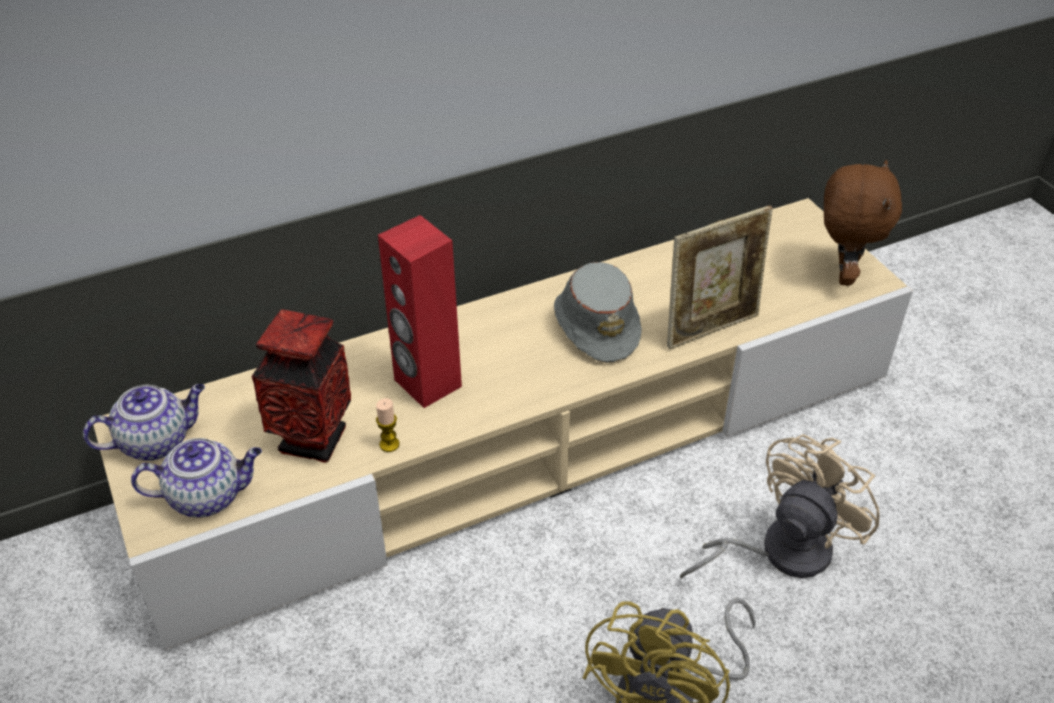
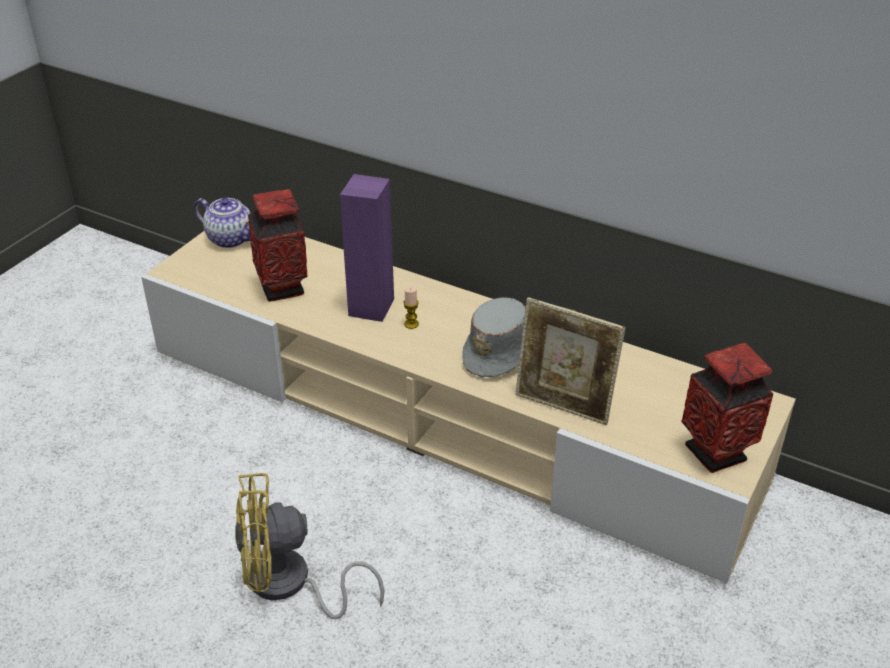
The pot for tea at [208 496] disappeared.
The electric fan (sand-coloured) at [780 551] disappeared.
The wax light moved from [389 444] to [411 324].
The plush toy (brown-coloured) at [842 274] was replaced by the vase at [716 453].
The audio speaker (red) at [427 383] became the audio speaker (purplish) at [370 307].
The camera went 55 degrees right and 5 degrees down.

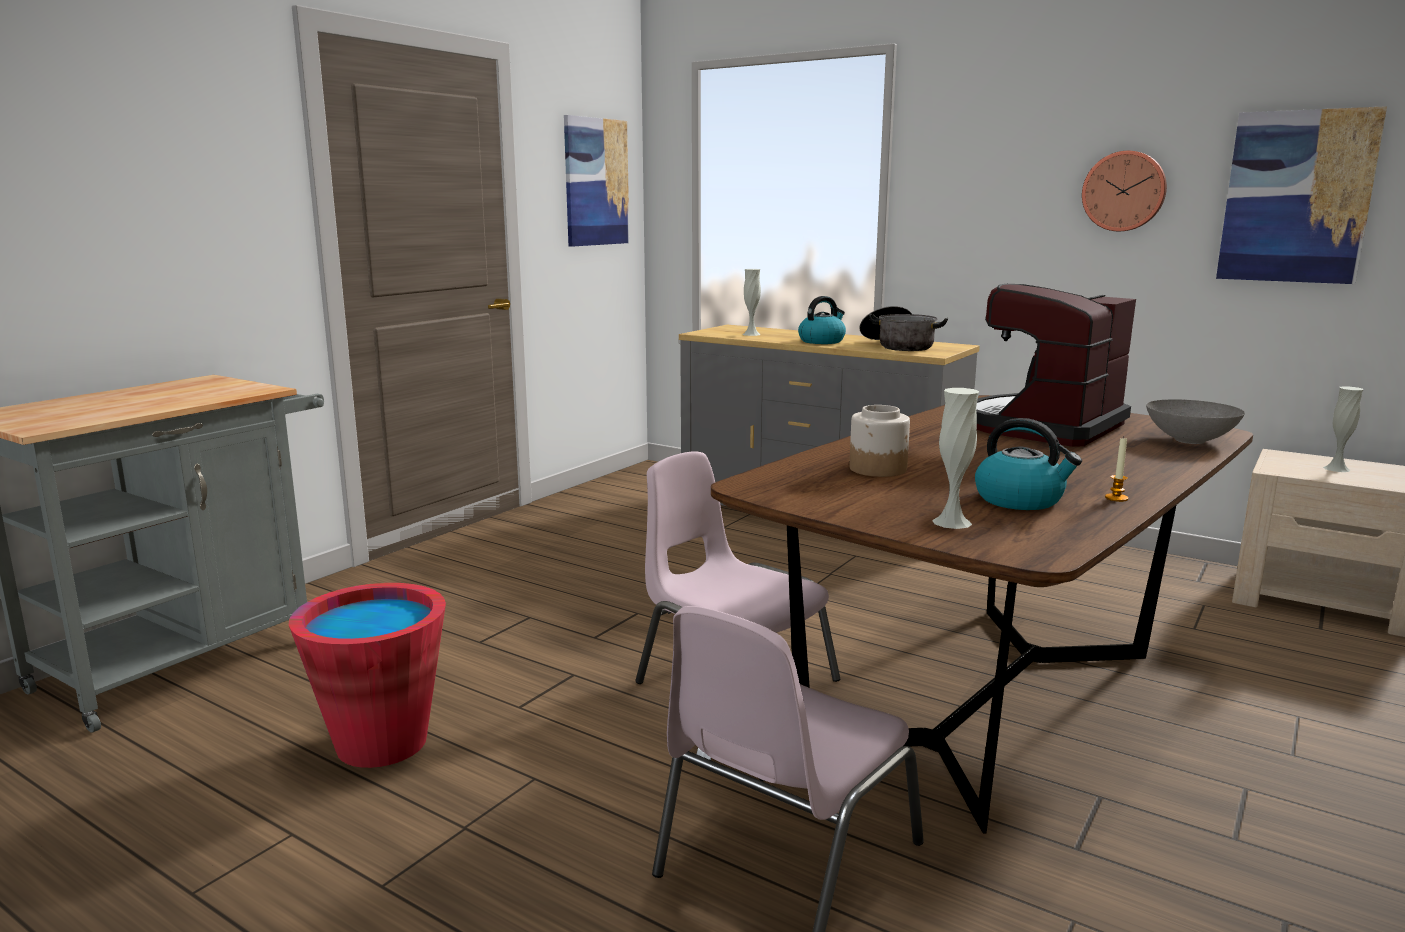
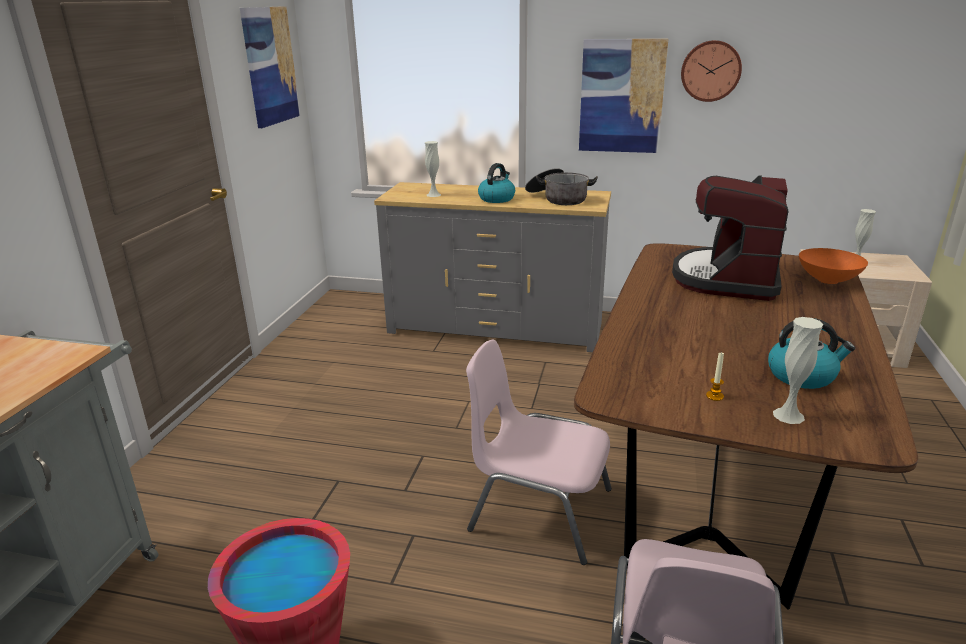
The jar at [878 469] disappeared.
The wax light moved from [1116 498] to [714 396].
The picture moved from [1297 197] to [621 96].
The bowl (greyish) at [1191 441] became the bowl (orange-coloured) at [829 280].
The camera went 20 degrees left and 10 degrees up.

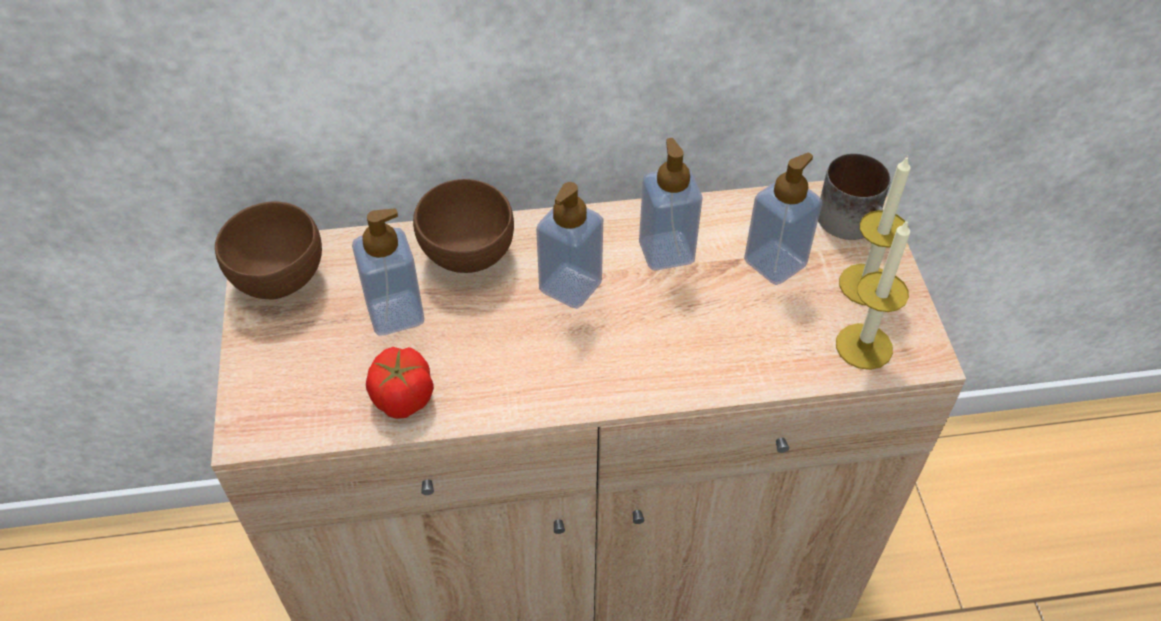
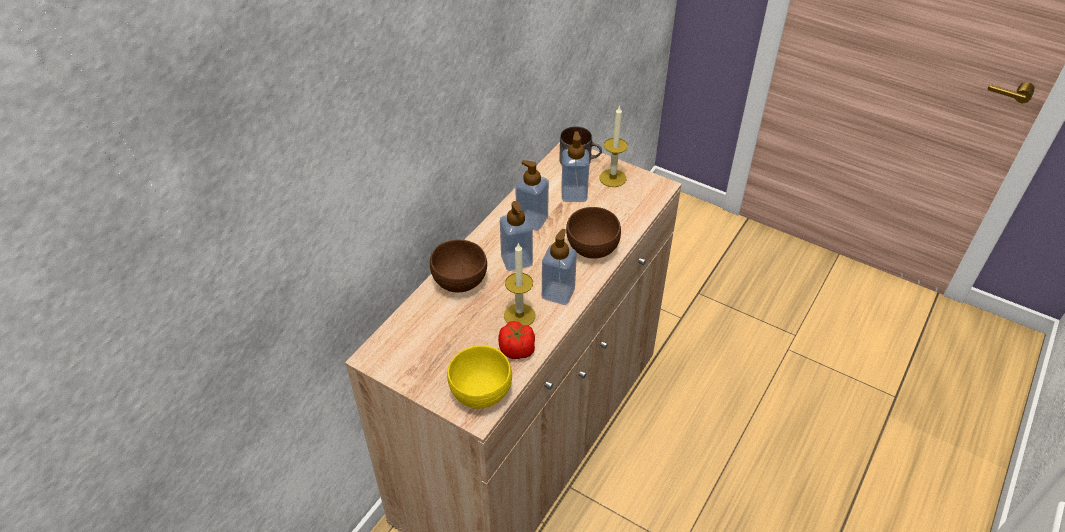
The bowl (yellow) at [482 393] appeared.
The bowl (brown-coloured) moved from [281 278] to [592 248].
The liquid soap bottle moved from [395 314] to [558 293].
The wax light moved from [864 346] to [519 315].
The camera went 50 degrees left and 5 degrees down.

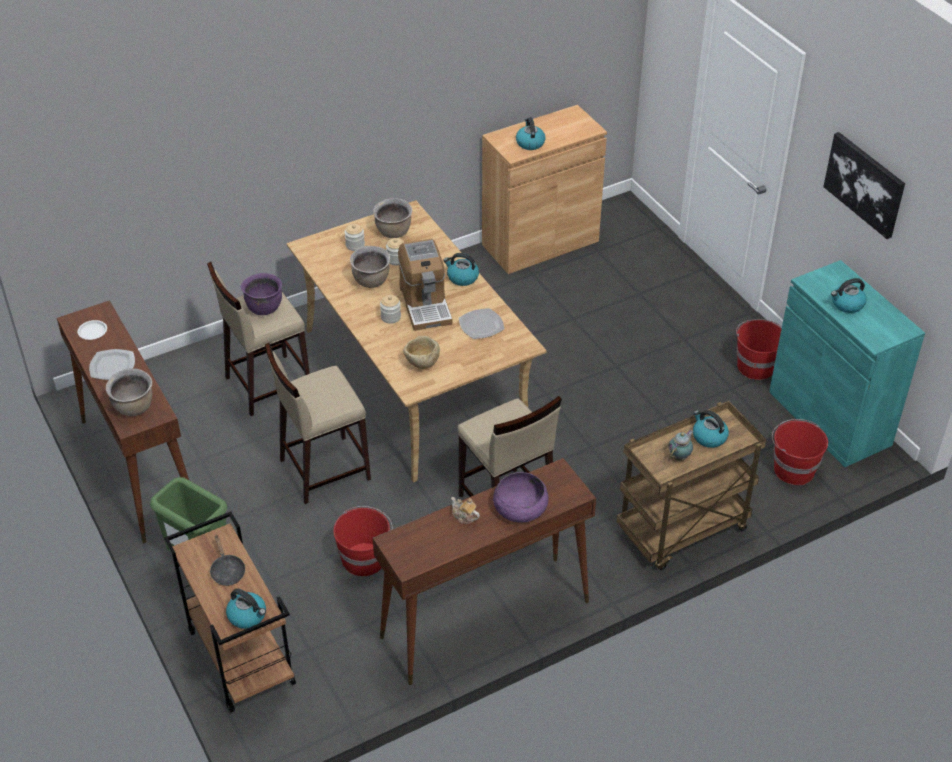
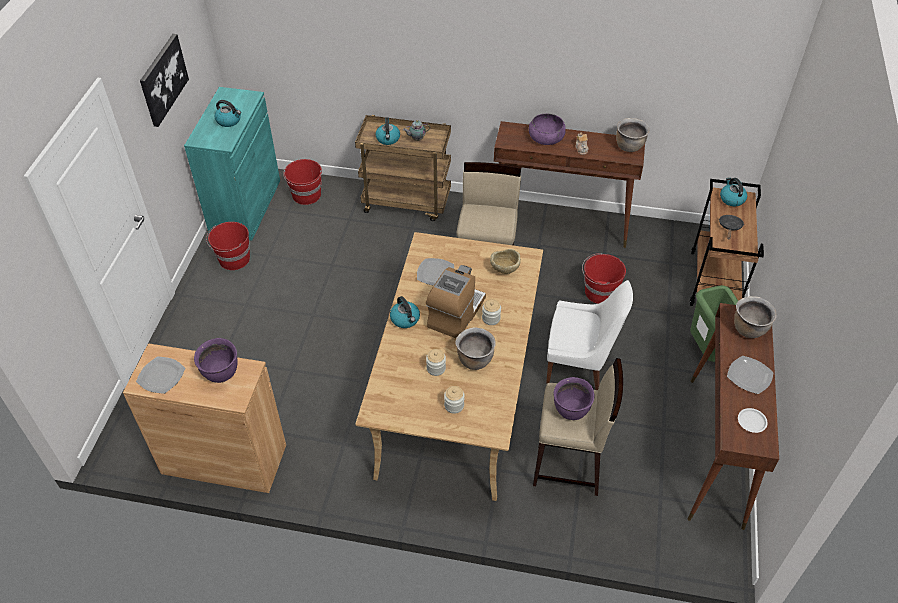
The flat dish at [160 376] appeared.
The cooking pot (brown-coloured) moved from [393 232] to [629 146].
The sitting stool (sand-coloured) at [323 469] was replaced by the plain chair (white) at [579 365].
The kettle at [530 143] was replaced by the cooking pot (purplish) at [221 373].
The camera went 140 degrees left and 5 degrees up.

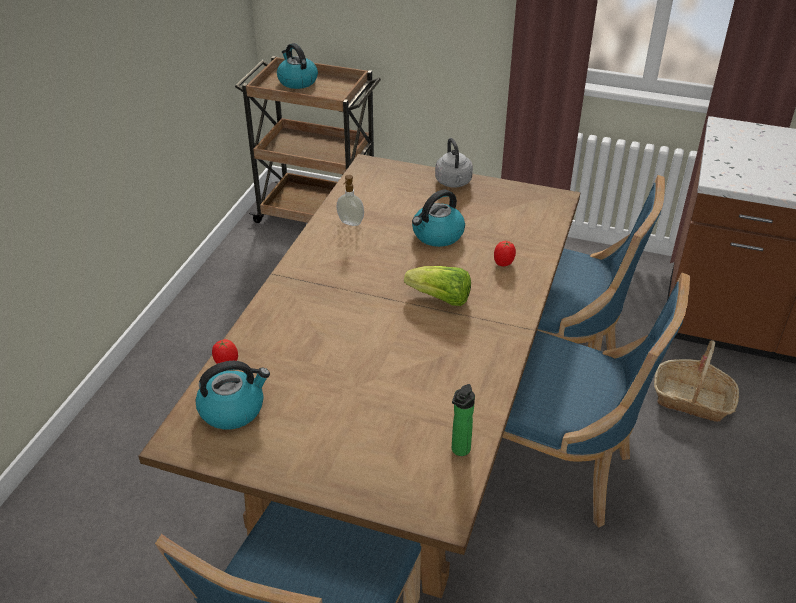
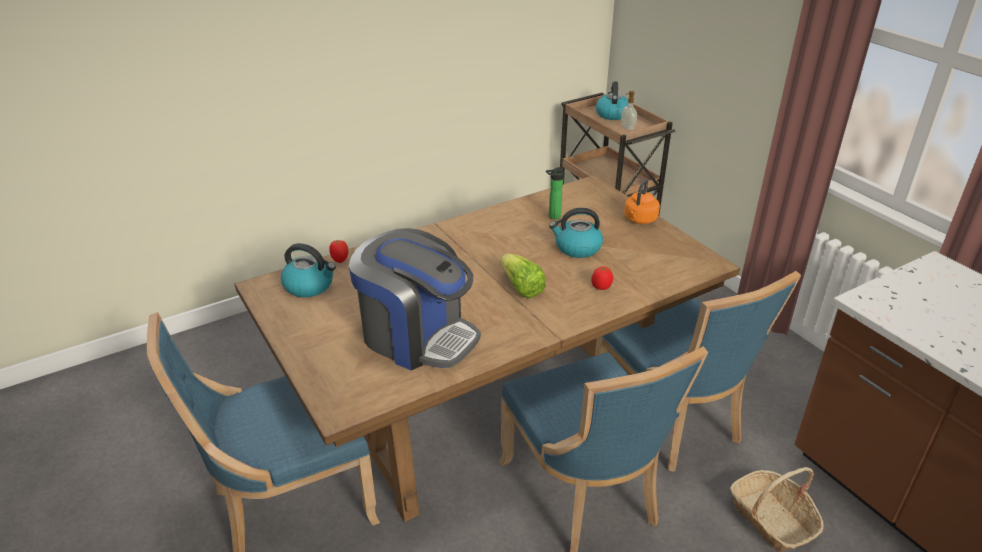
The coffee maker at [417 336] appeared.
The liquid soap bottle moved from [350 223] to [627 128].
The drink bottle moved from [459 451] to [552 217].
The kettle (greyish) at [454 183] became the kettle (orange-coloured) at [639 220].
The camera went 40 degrees right and 5 degrees down.

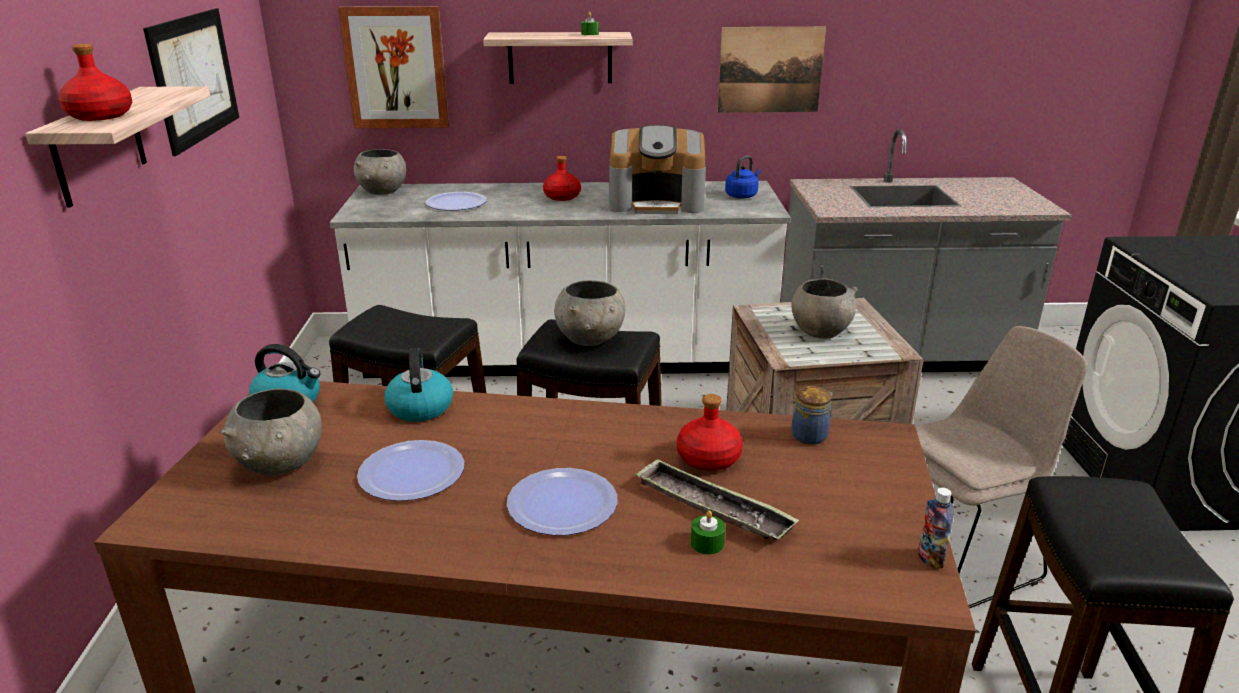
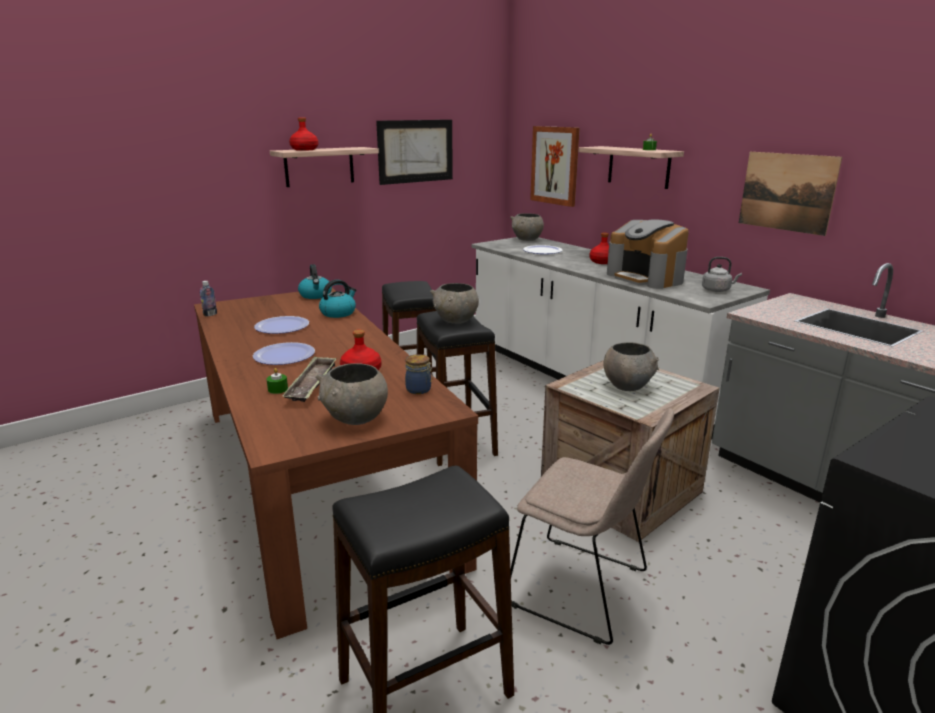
The bowl (greyish) moved from [281 465] to [355 419].
The drink bottle moved from [930 559] to [210 314].
The kettle (blue) at [742 195] became the kettle (greyish) at [717 290].
The camera went 55 degrees right and 5 degrees down.

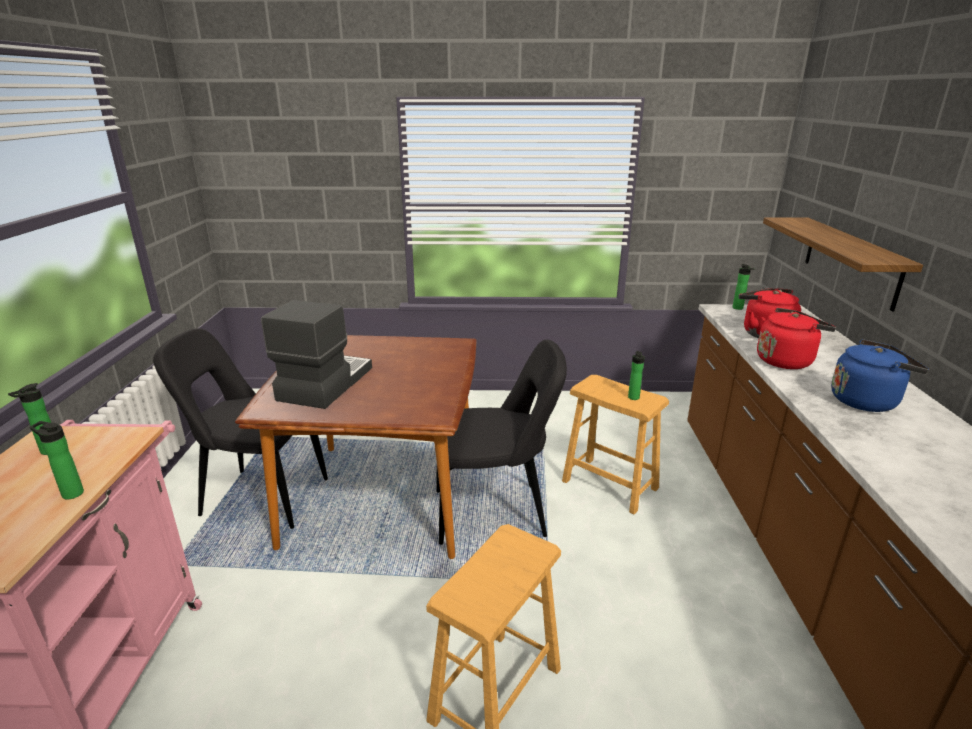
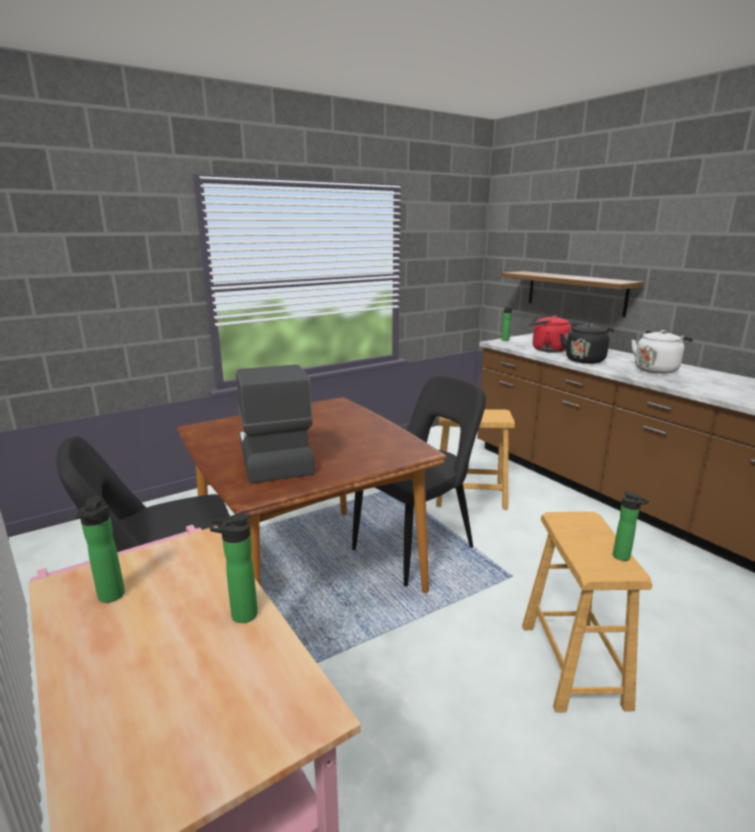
The drink bottle moved from [634 398] to [623 557].
The kettle (red) at [786 360] became the kettle (black) at [585 360].
The kettle (blue) at [866 401] became the kettle (white) at [657 369].
The camera went 35 degrees left and 5 degrees down.

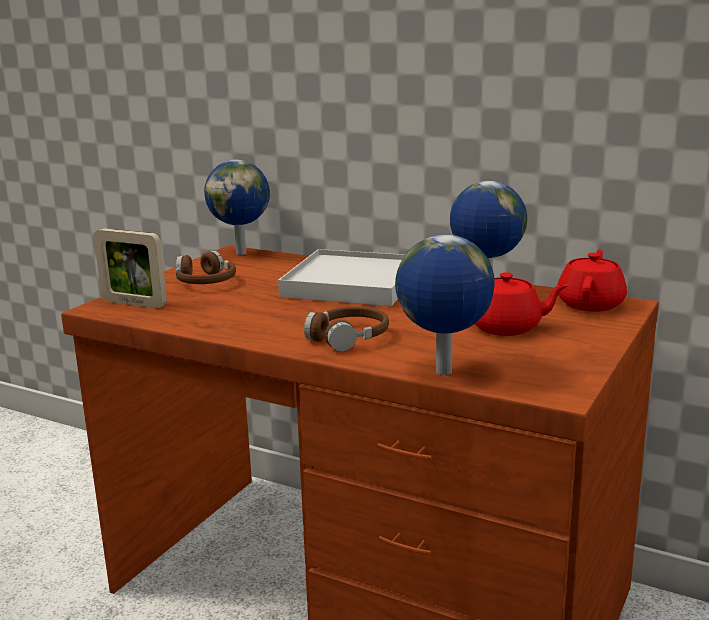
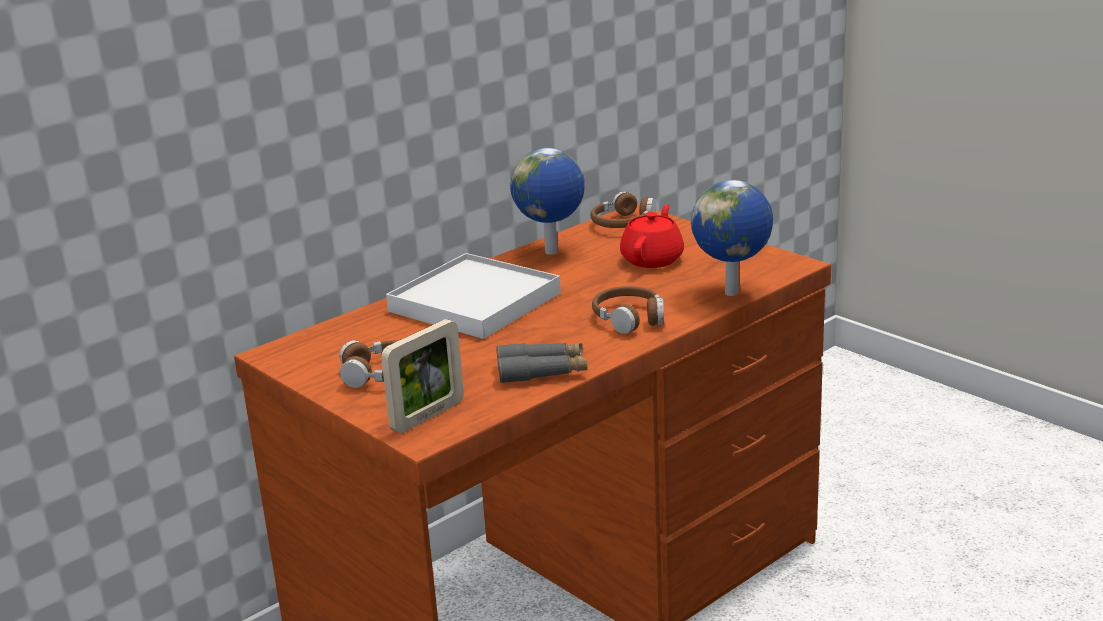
The globe at [242 253] disappeared.
The pair of binoculars (greyish) at [542 371] appeared.
The pot for tea (red) at [591 304] was replaced by the pair of headphones (brown-coloured) at [623 223].
The camera went 70 degrees left and 5 degrees up.

